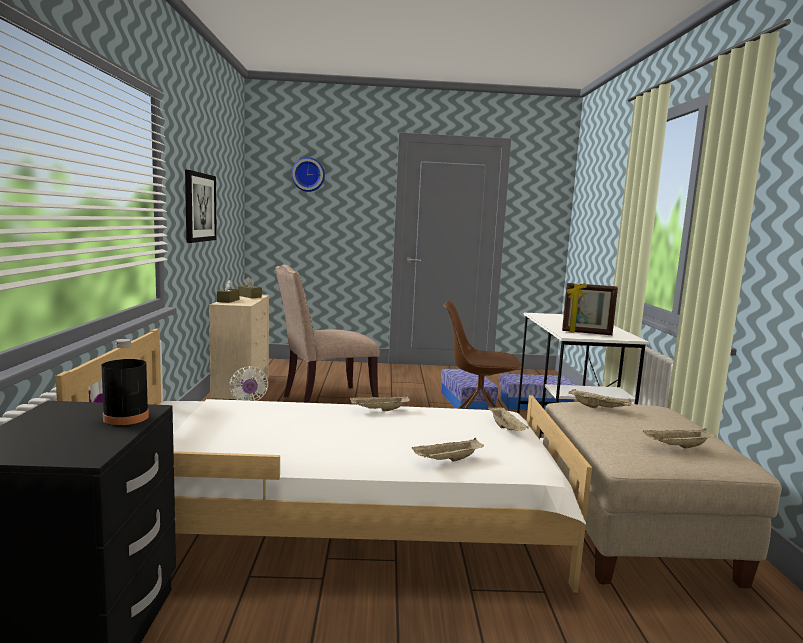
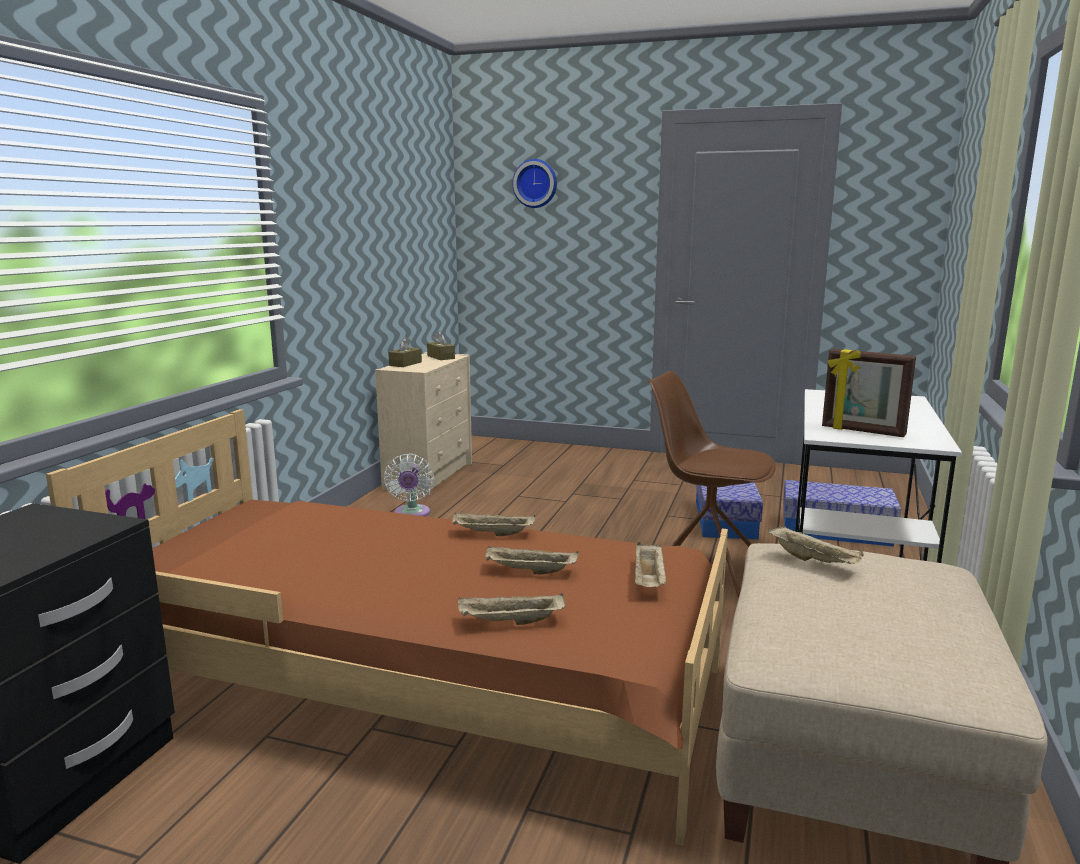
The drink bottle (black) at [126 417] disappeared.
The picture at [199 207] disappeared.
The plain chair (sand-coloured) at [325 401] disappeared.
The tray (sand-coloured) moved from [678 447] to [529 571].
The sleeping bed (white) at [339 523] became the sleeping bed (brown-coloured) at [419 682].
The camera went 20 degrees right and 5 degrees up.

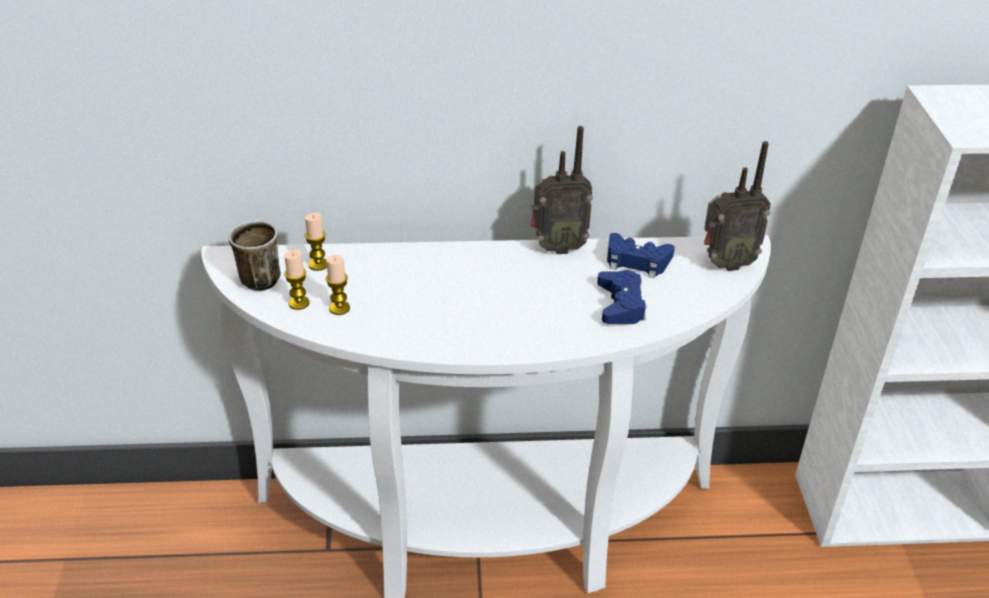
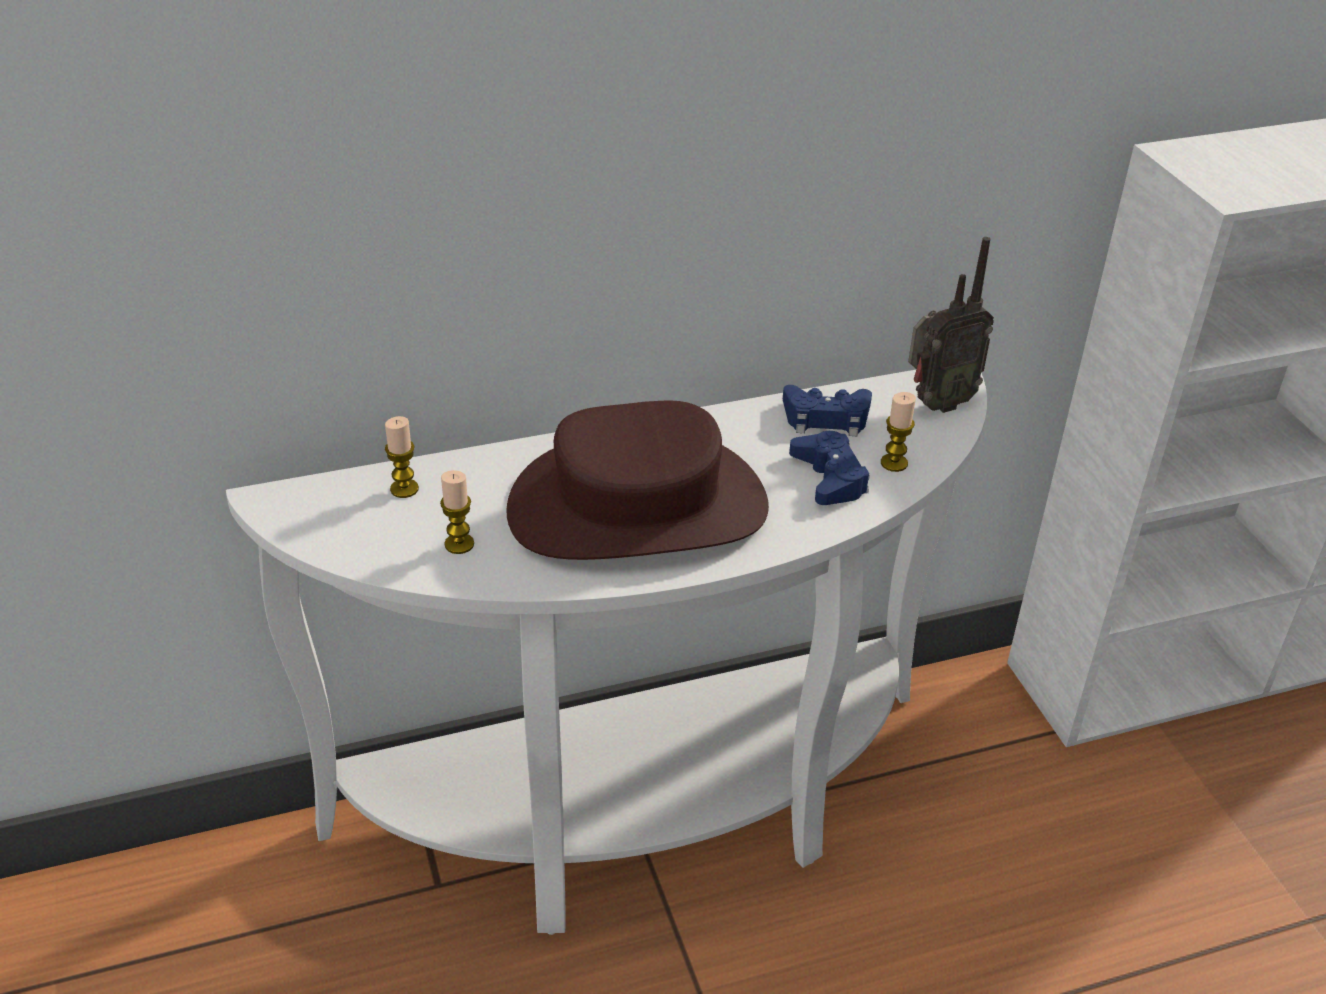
The tea mug at [256 277] disappeared.
The radio at [557 247] disappeared.
The hat (brown-coloured) at [637 508] appeared.
The wax light moved from [299 303] to [894 463].
The camera went 15 degrees left and 0 degrees up.

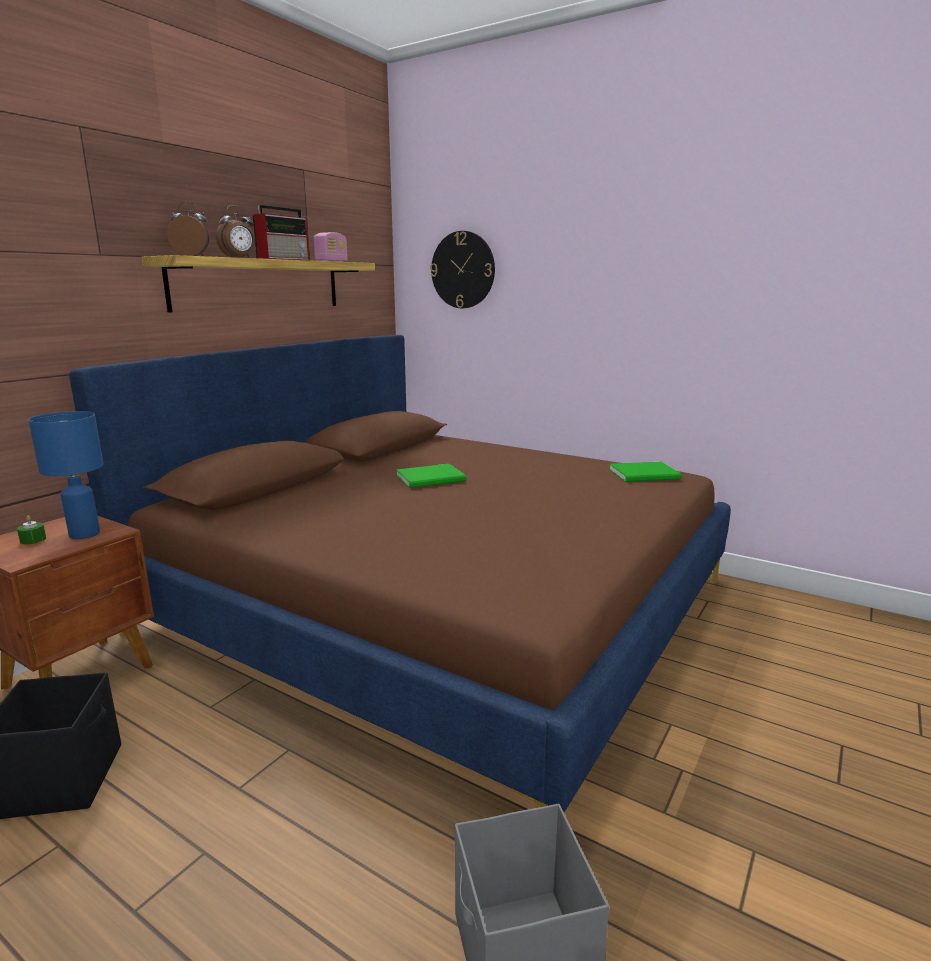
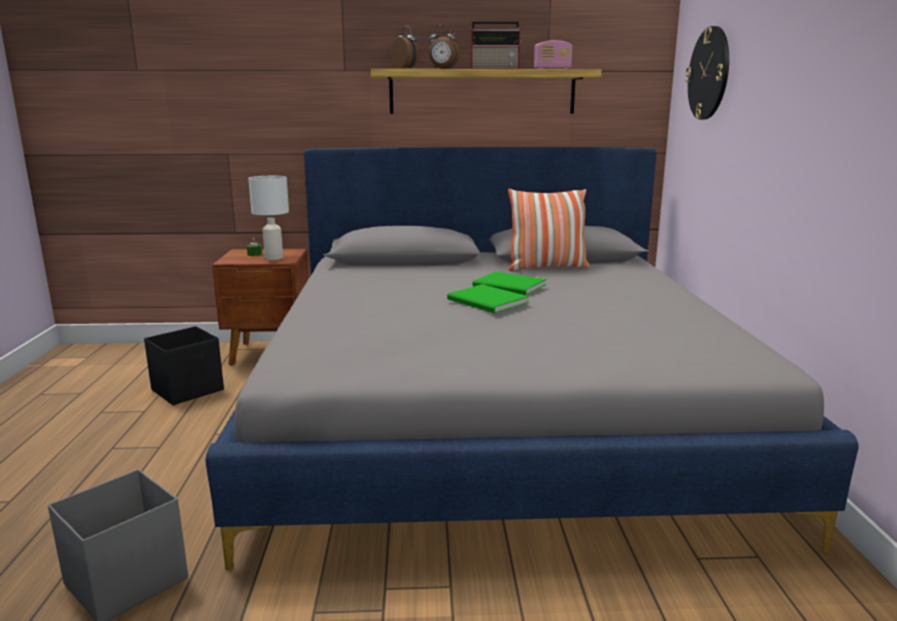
The cushion at [546 267] appeared.
The bound book (greenish) moved from [646 474] to [487 302].
The table lamp (blue) at [84 534] became the table lamp (white) at [273 258].
The sleeping bed (brown-coloured) at [443 605] became the sleeping bed (greyish) at [497 416].
The camera went 55 degrees right and 0 degrees up.

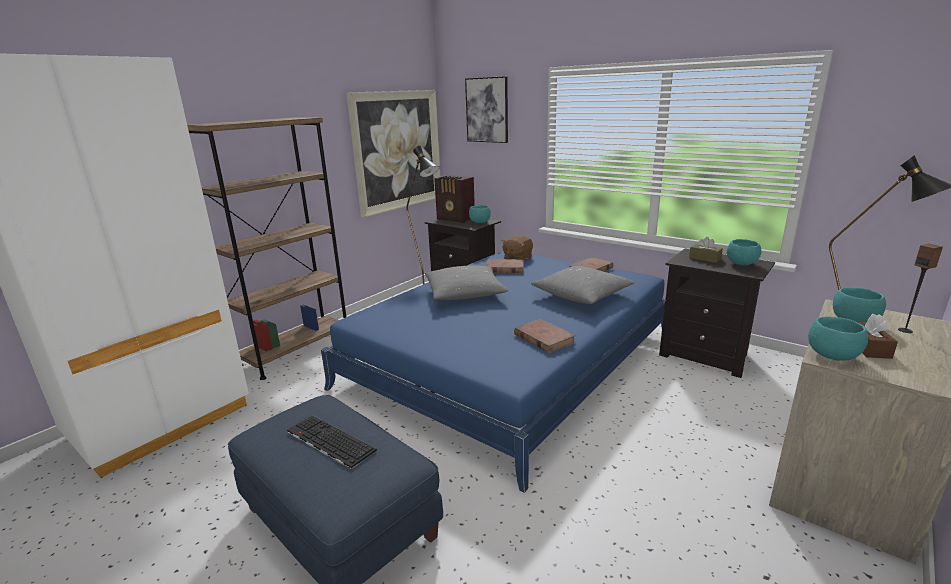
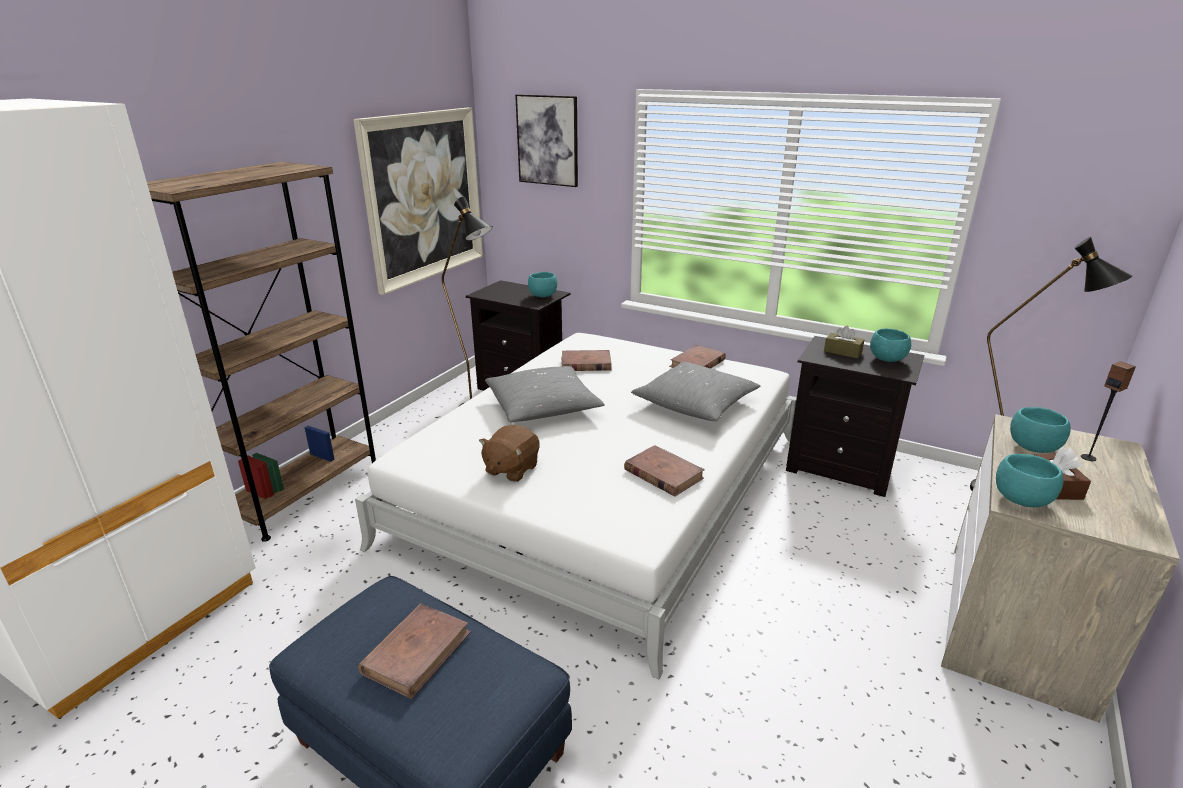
The radio at [456 219] disappeared.
The plush toy (brown-coloured) moved from [517 258] to [511 469].
The keyboard at [328 441] was replaced by the bound book (brown-coloured) at [417 652].
The sleeping bed (blue) at [510 360] became the sleeping bed (white) at [603 488].
The camera went 10 degrees left and 5 degrees up.

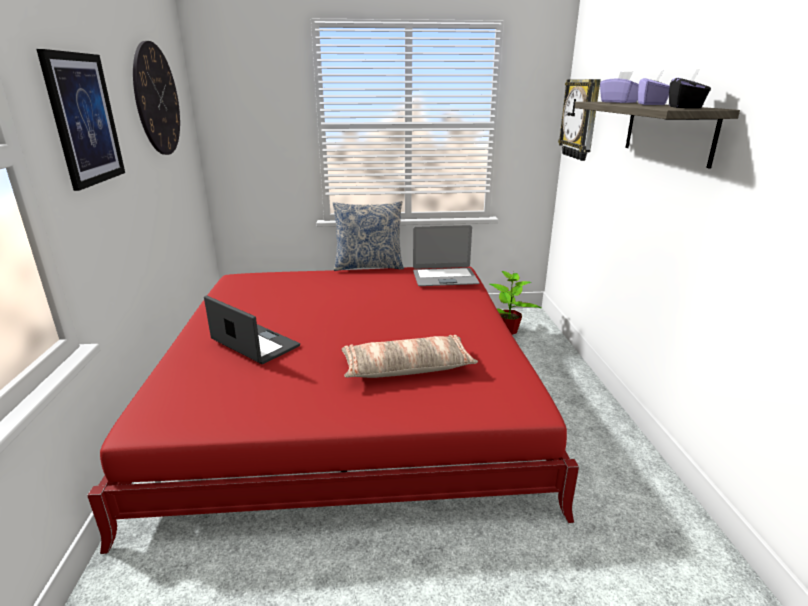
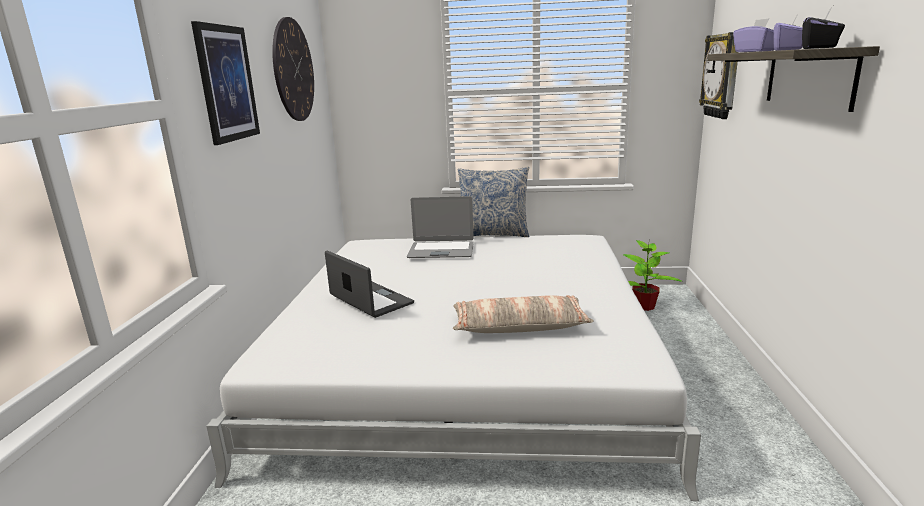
The laptop moved from [444 278] to [441 251].
The sleeping bed (red) at [349 397] became the sleeping bed (white) at [465 363].
The camera went 10 degrees right and 5 degrees down.

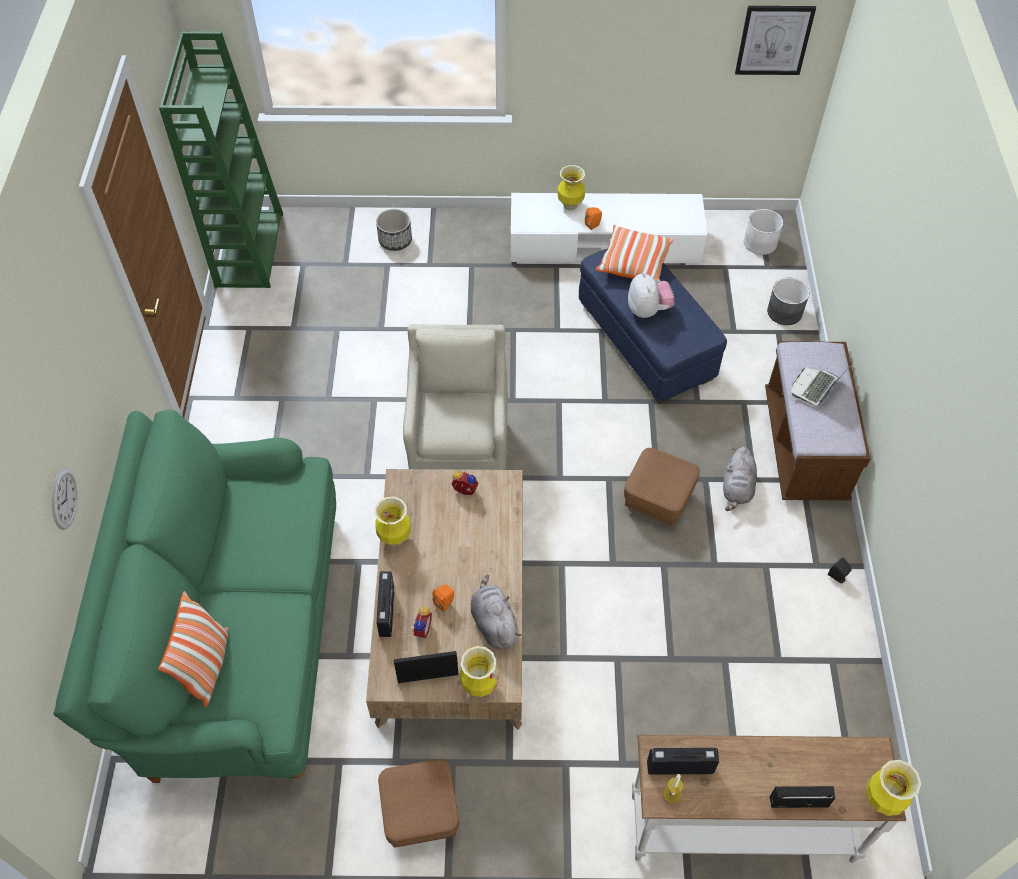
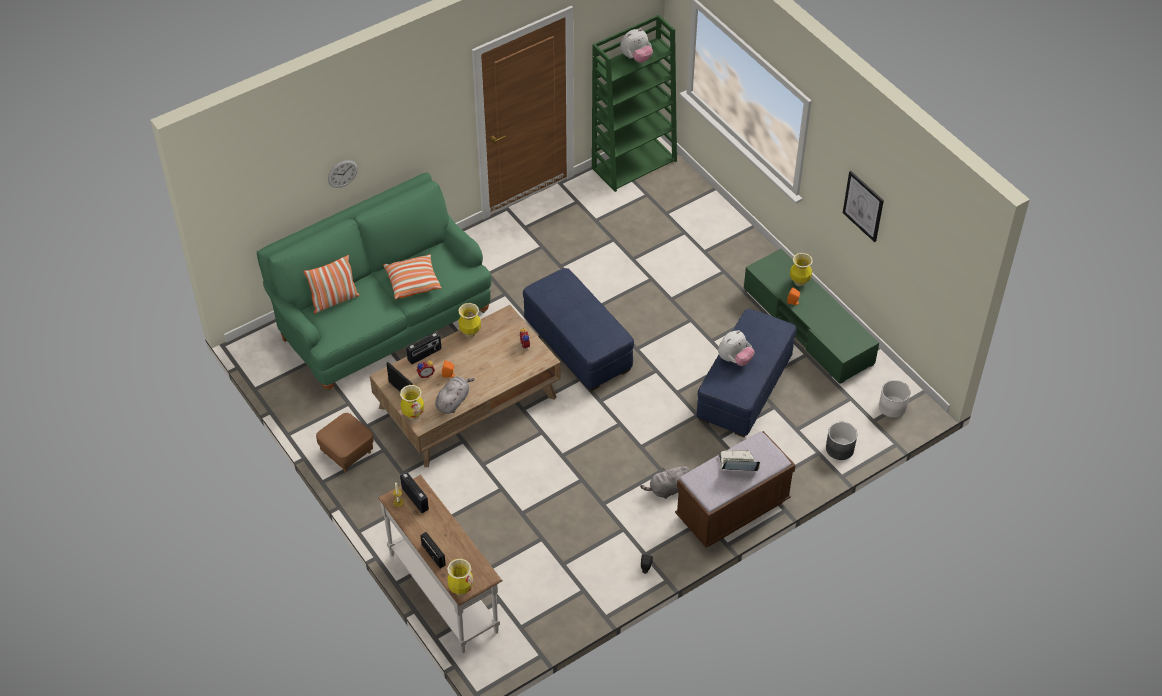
The flower pot at [395 240] disappeared.
The pouffe (brown-coloured) at [658 500] disappeared.
The plush toy at [636 58] appeared.
The cushion moved from [634 262] to [413 282].
The picture moved from [774 40] to [863 206].
The lounge chair (sand-coloured) at [460 450] was replaced by the pouffe (blue) at [578 344].
The media console (white) at [604 244] became the media console (greenish) at [808 326].
The camera went 55 degrees right and 5 degrees down.

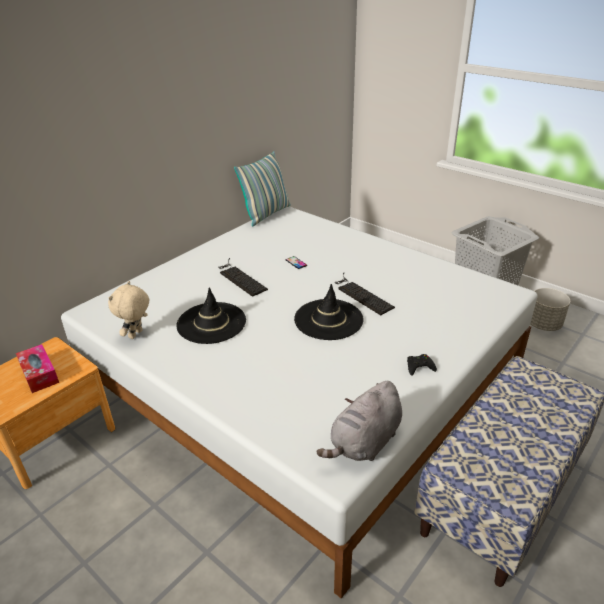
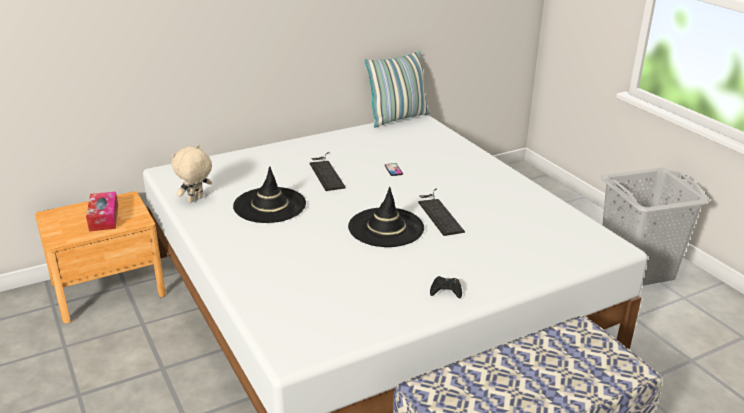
The plush toy (greyish) at [364 442] disappeared.
The flower pot (greyish) at [543 324] disappeared.
The camera went 20 degrees right and 5 degrees down.

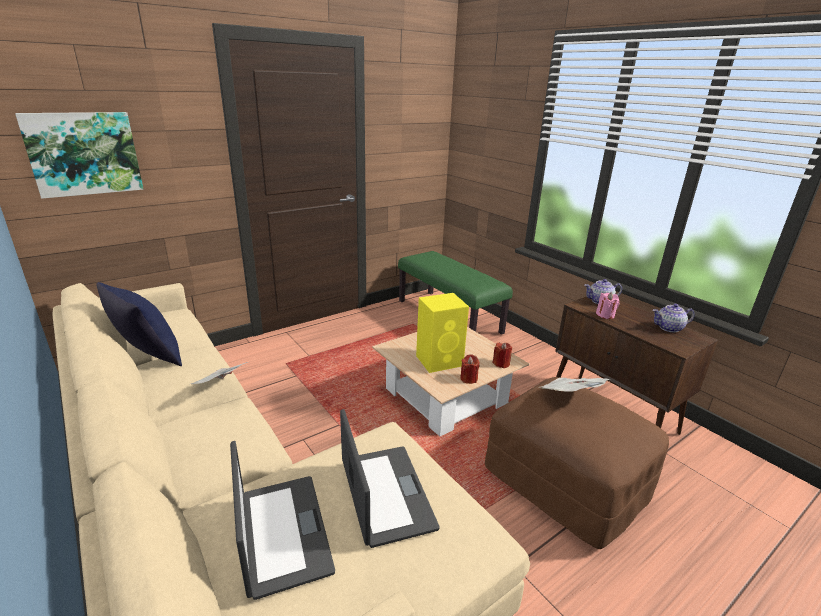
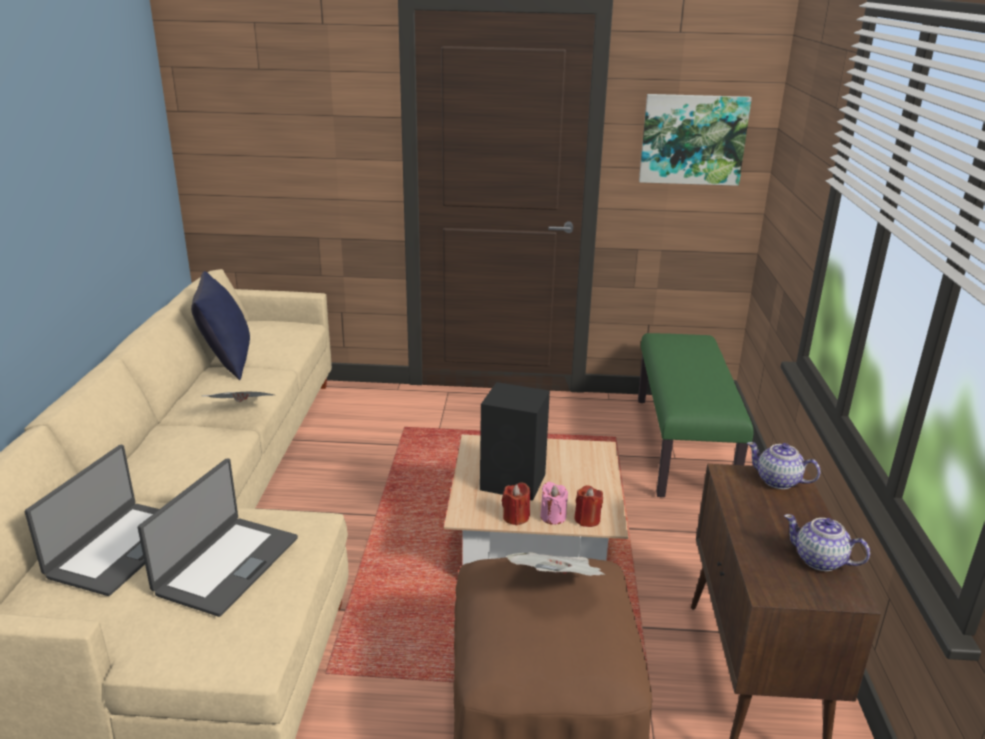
The picture moved from [84 153] to [693 139].
The wax light (pink-coloured) moved from [605 315] to [553 517].
The audio speaker (yellow) at [440 360] became the audio speaker (black) at [514 482].
The camera went 40 degrees right and 0 degrees up.

